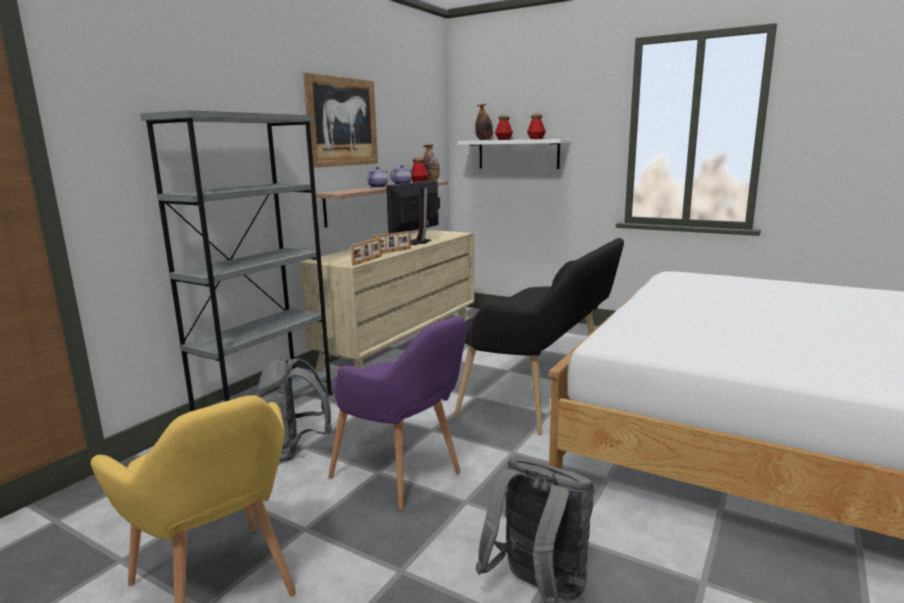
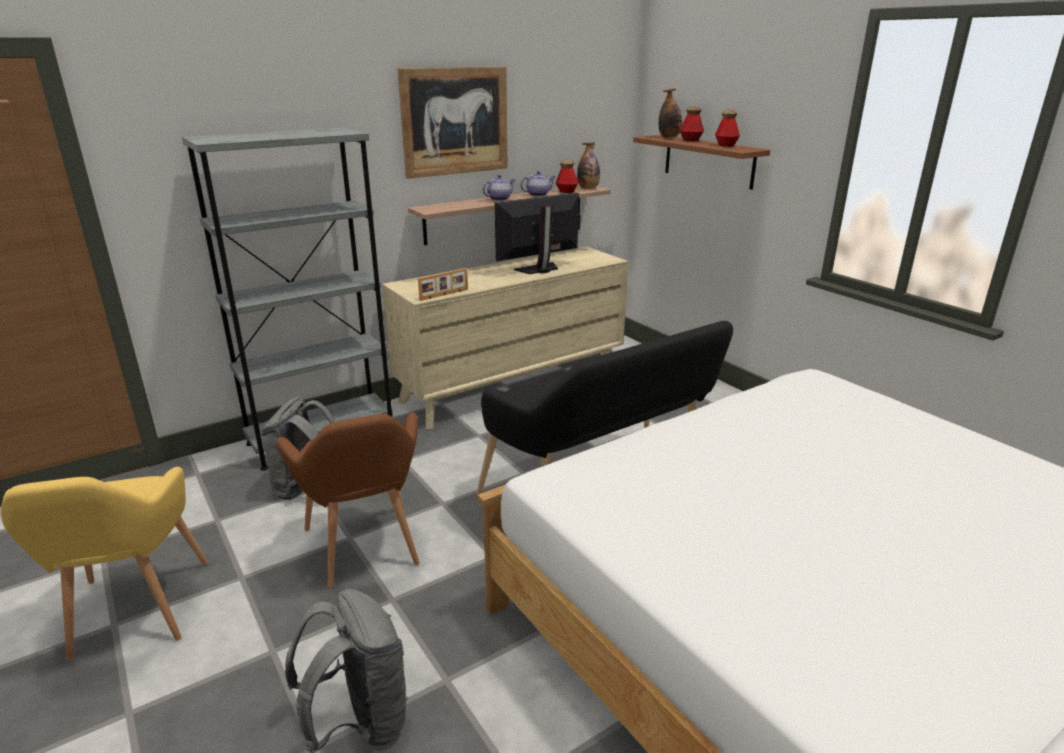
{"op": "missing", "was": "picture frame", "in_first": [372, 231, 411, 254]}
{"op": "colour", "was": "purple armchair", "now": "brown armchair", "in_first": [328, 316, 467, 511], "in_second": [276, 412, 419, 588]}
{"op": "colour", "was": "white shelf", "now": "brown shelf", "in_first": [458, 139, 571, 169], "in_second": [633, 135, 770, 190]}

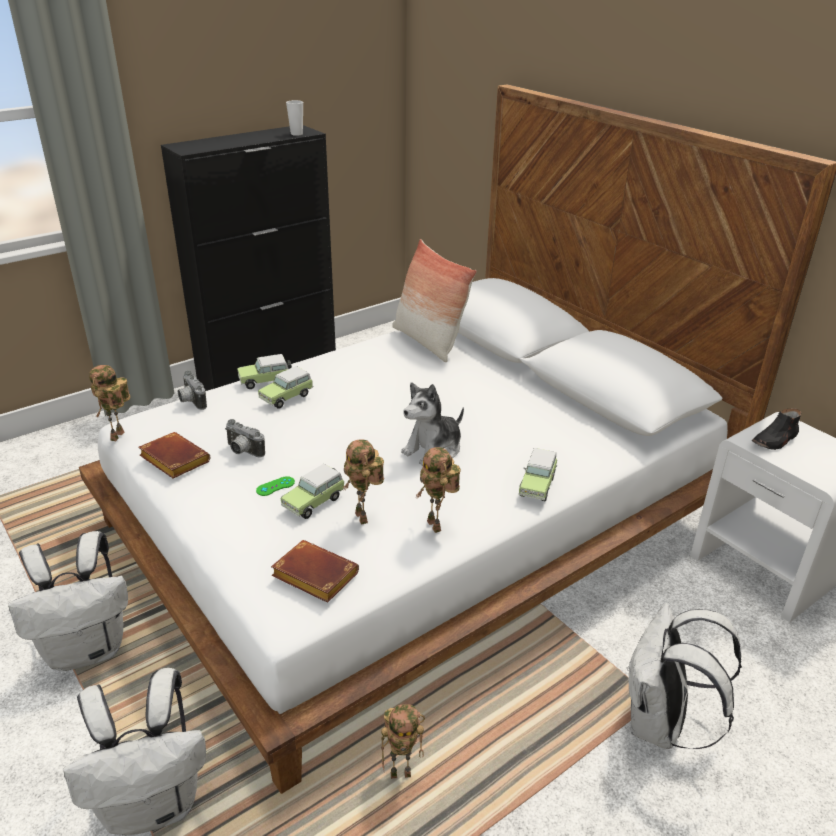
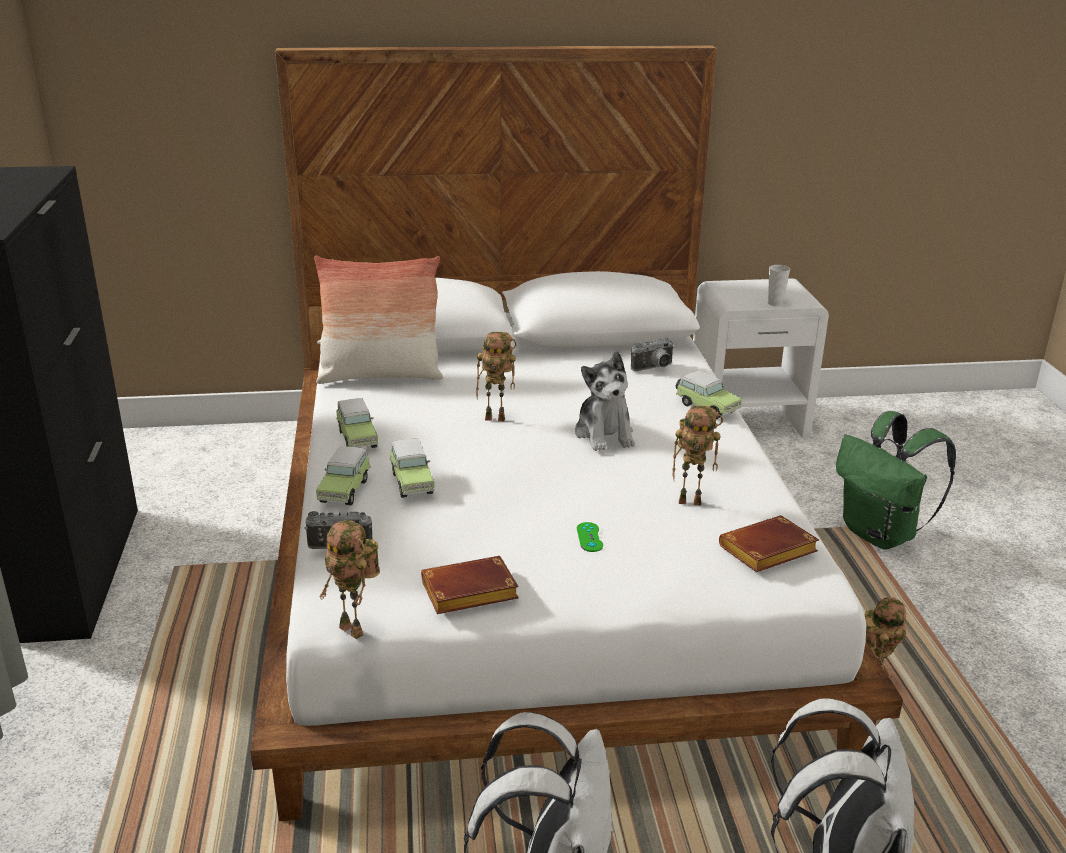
{"op": "missing", "was": "black shoe", "in_first": [752, 409, 801, 450]}
{"op": "relocated", "was": "photo camera", "in_first": [225, 419, 265, 458], "in_second": [631, 338, 674, 371]}
{"op": "relocated", "was": "toy car", "in_first": [280, 464, 345, 519], "in_second": [336, 398, 378, 448]}
{"op": "relocated", "was": "cup", "in_first": [286, 100, 303, 136], "in_second": [768, 265, 790, 306]}
{"op": "relocated", "was": "toy robot", "in_first": [416, 447, 461, 533], "in_second": [476, 332, 517, 421]}
{"op": "colour", "was": "white backpack", "now": "green backpack", "in_first": [627, 603, 742, 749], "in_second": [836, 411, 956, 549]}

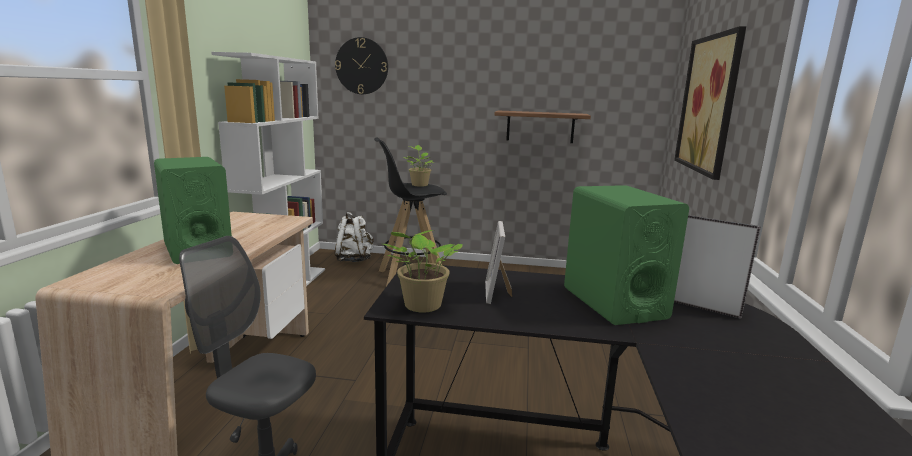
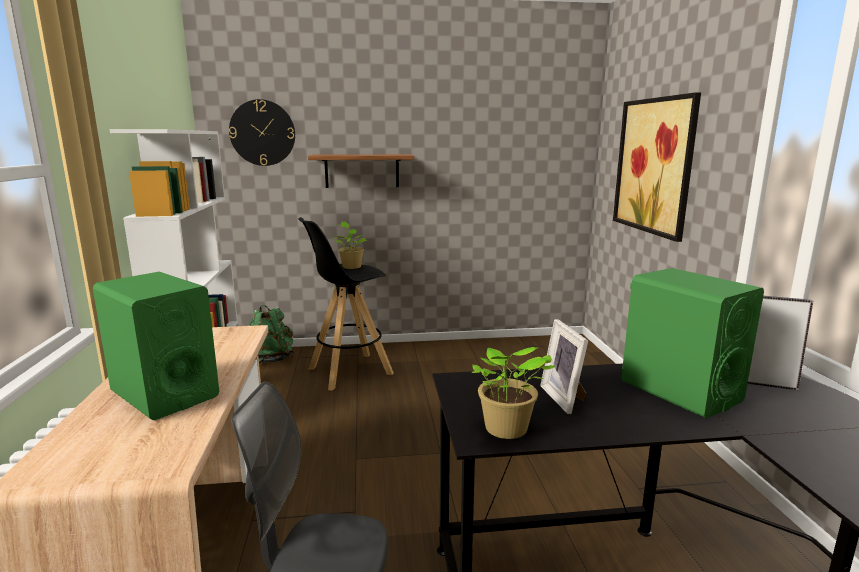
{"op": "relocated", "was": "shelf", "in_first": [494, 110, 591, 143], "in_second": [308, 154, 414, 188]}
{"op": "colour", "was": "white backpack", "now": "green backpack", "in_first": [334, 212, 374, 262], "in_second": [250, 305, 294, 363]}

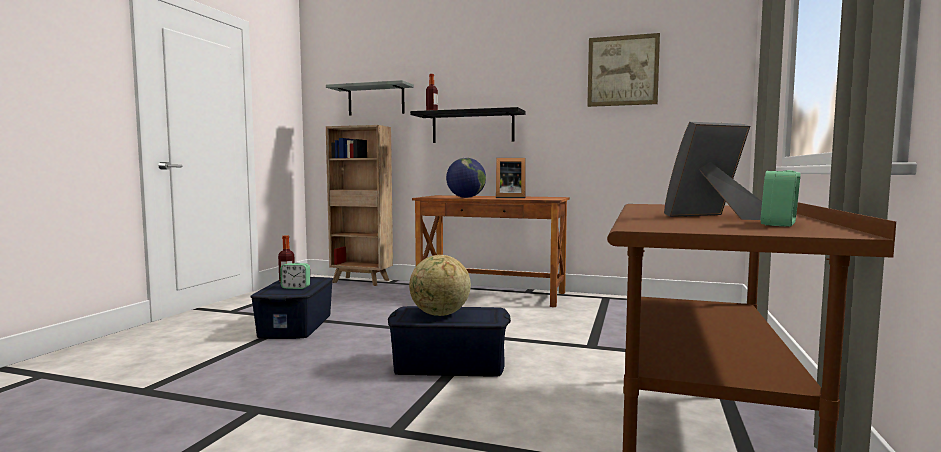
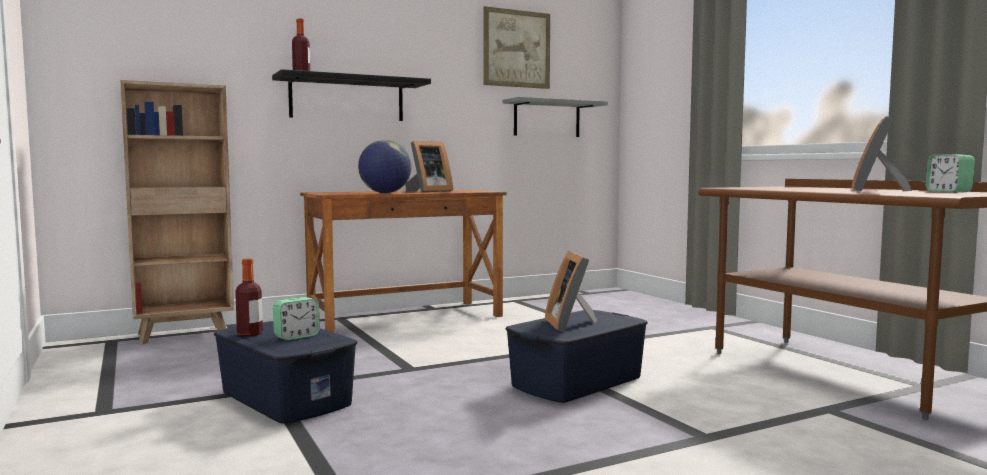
{"op": "relocated", "was": "grey shelf", "in_first": [326, 80, 414, 116], "in_second": [503, 97, 608, 137]}
{"op": "exchanged", "was": "globe", "now": "picture frame", "in_first": [409, 255, 471, 316], "in_second": [545, 251, 597, 332]}

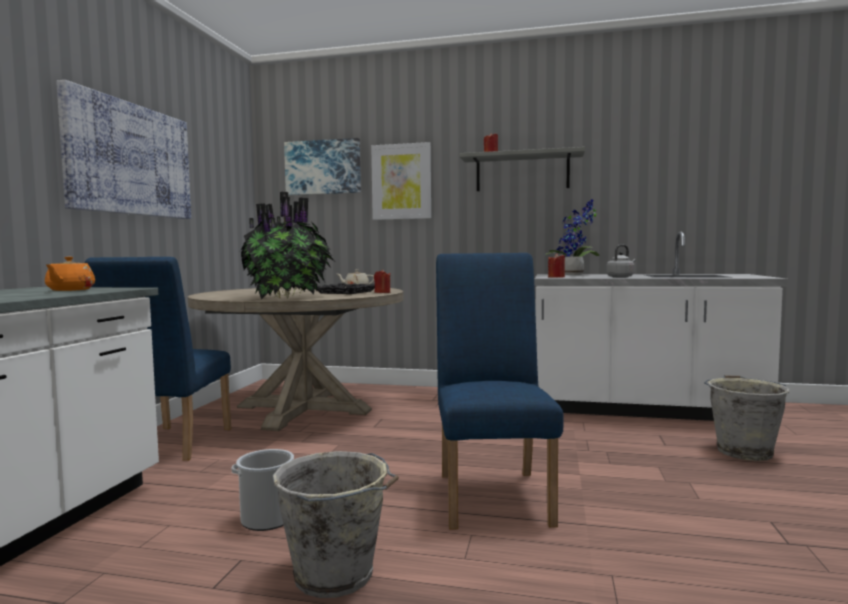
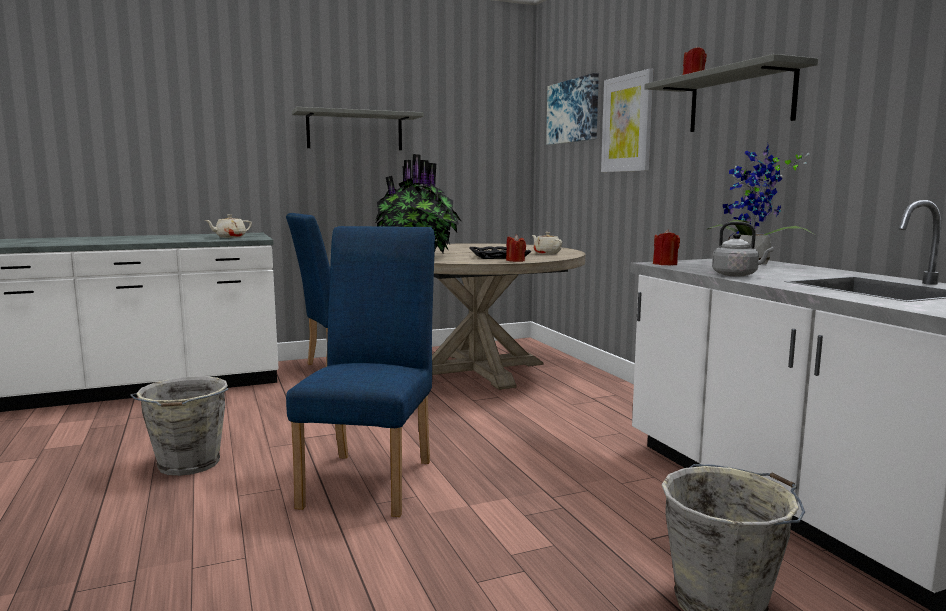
{"op": "missing", "was": "bucket", "in_first": [232, 449, 294, 531]}
{"op": "exchanged", "was": "picture", "now": "grey shelf", "in_first": [56, 80, 191, 219], "in_second": [292, 107, 424, 150]}
{"op": "colour", "was": "orange teapot", "now": "beige teapot", "in_first": [45, 257, 95, 291], "in_second": [205, 214, 252, 238]}
{"op": "spun", "was": "blue chair", "in_first": [436, 253, 564, 530], "in_second": [286, 226, 435, 517], "clockwise": -45}

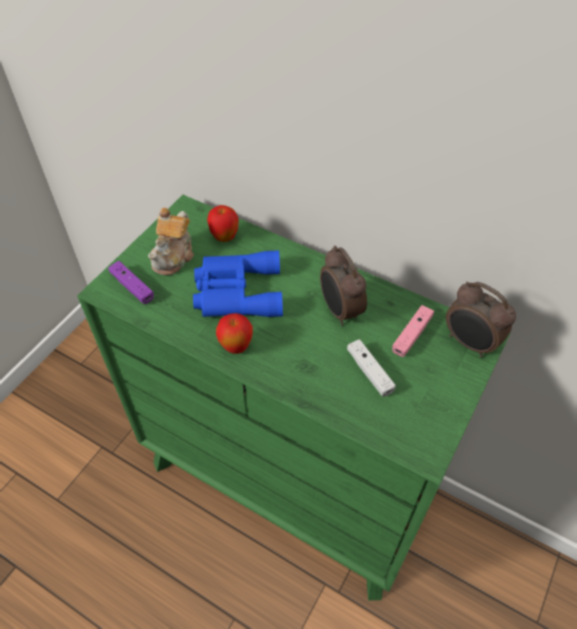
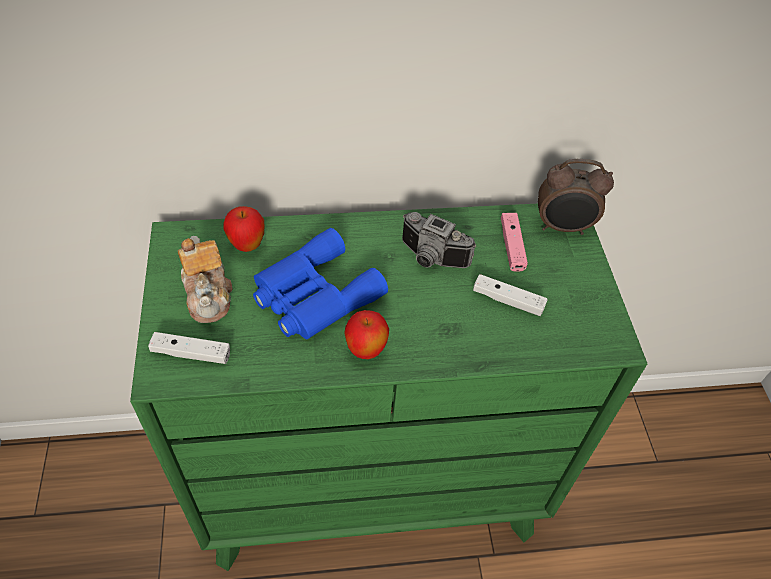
{"op": "exchanged", "was": "alarm clock", "now": "photo camera", "in_first": [320, 246, 367, 326], "in_second": [402, 212, 476, 268]}
{"op": "colour", "was": "purple game controller", "now": "white game controller", "in_first": [108, 261, 154, 304], "in_second": [148, 332, 230, 364]}

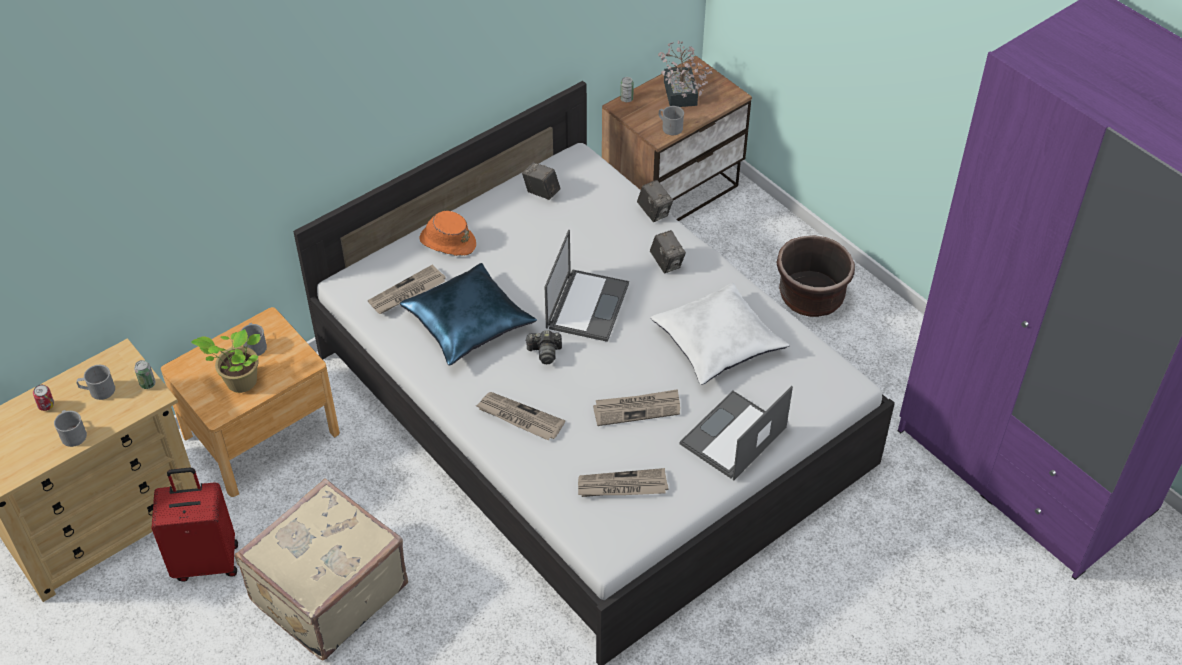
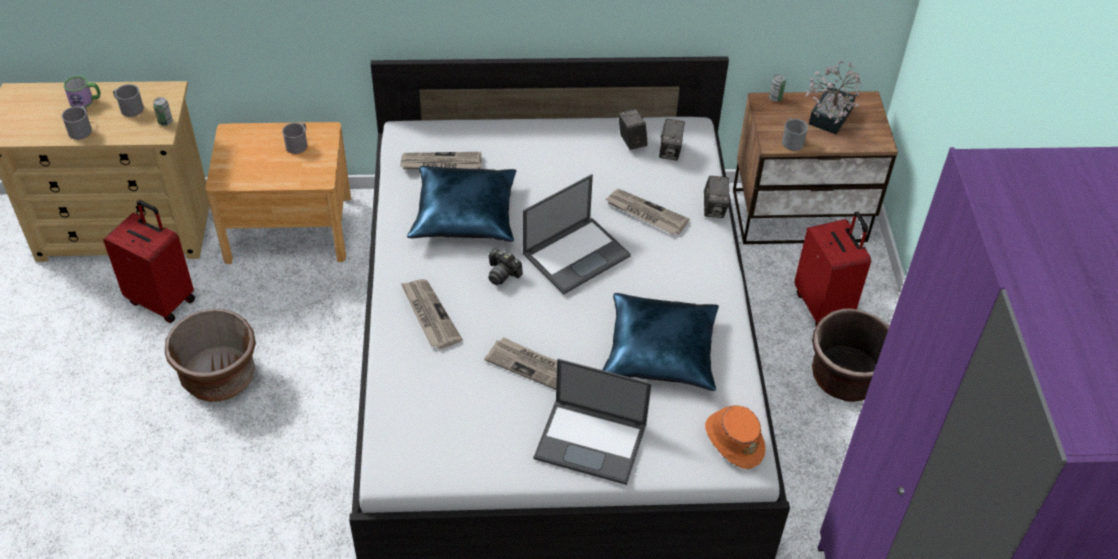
{"op": "missing", "was": "potted plant", "in_first": [191, 329, 260, 393]}
{"op": "appeared", "now": "red suitcase", "in_second": [795, 212, 871, 326]}
{"op": "relocated", "was": "orange hat", "in_first": [419, 211, 476, 256], "in_second": [705, 406, 765, 469]}
{"op": "relocated", "was": "newspaper", "in_first": [578, 468, 668, 497], "in_second": [605, 189, 690, 235]}
{"op": "relocated", "was": "photo camera", "in_first": [650, 230, 686, 273], "in_second": [659, 119, 685, 160]}
{"op": "exchanged", "was": "can", "now": "mug", "in_first": [33, 385, 54, 411], "in_second": [63, 76, 101, 107]}
{"op": "exchanged", "was": "beige suitcase", "now": "brown planter", "in_first": [235, 479, 408, 660], "in_second": [165, 309, 256, 402]}
{"op": "colour", "was": "white pillow", "now": "blue pillow", "in_first": [651, 283, 790, 385], "in_second": [602, 293, 719, 391]}
{"op": "spun", "was": "laptop", "in_first": [680, 386, 793, 480], "in_second": [534, 359, 652, 485], "clockwise": -150}

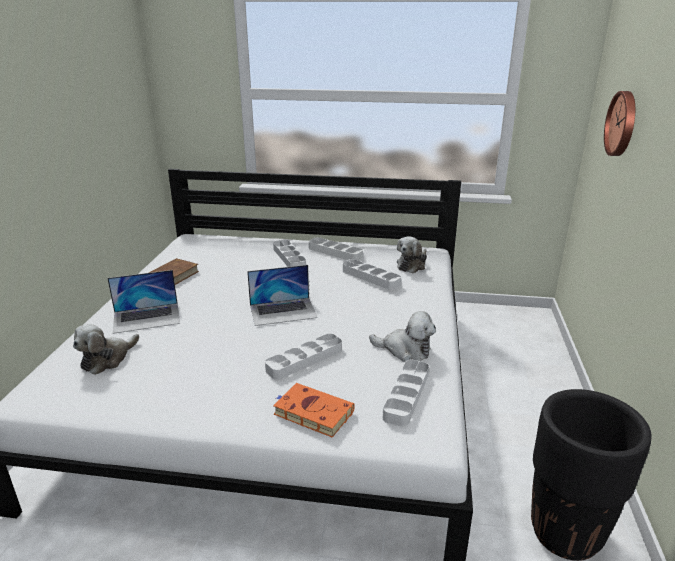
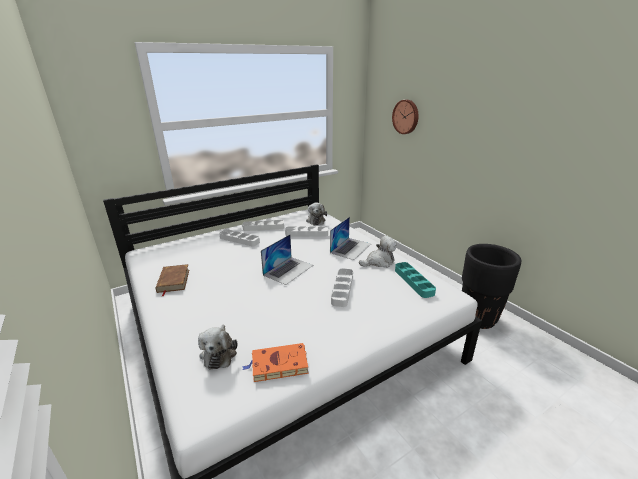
{"op": "relocated", "was": "laptop", "in_first": [107, 270, 180, 334], "in_second": [330, 217, 371, 260]}
{"op": "relocated", "was": "orange book", "in_first": [273, 383, 355, 438], "in_second": [242, 343, 309, 382]}
{"op": "colour", "was": "white tray", "now": "turquoise tray", "in_first": [383, 360, 429, 427], "in_second": [395, 262, 436, 298]}

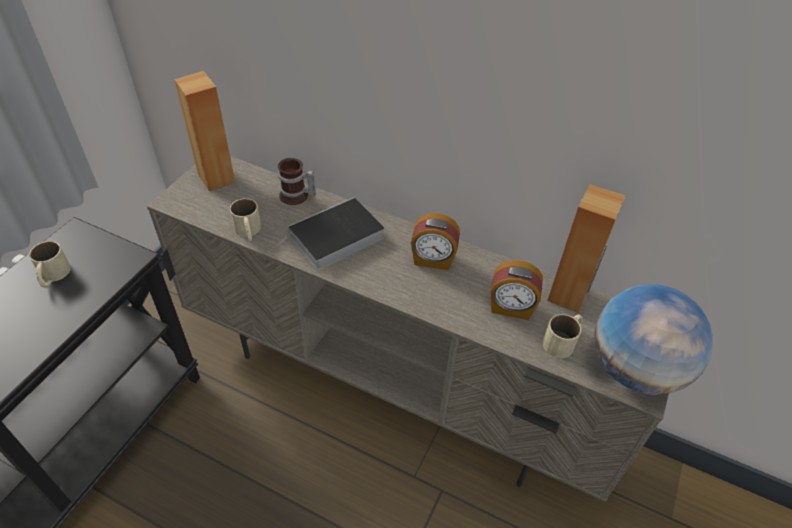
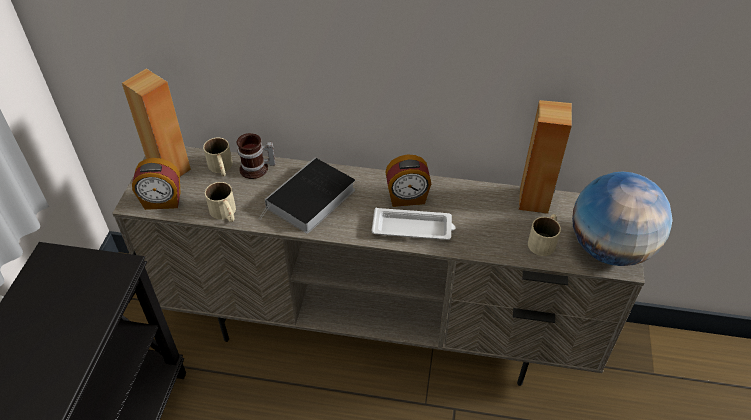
{"op": "appeared", "now": "white tray", "in_second": [372, 207, 455, 240]}
{"op": "relocated", "was": "beige mug", "in_first": [29, 241, 71, 288], "in_second": [203, 138, 233, 177]}
{"op": "relocated", "was": "alarm clock", "in_first": [490, 260, 543, 320], "in_second": [132, 158, 180, 210]}

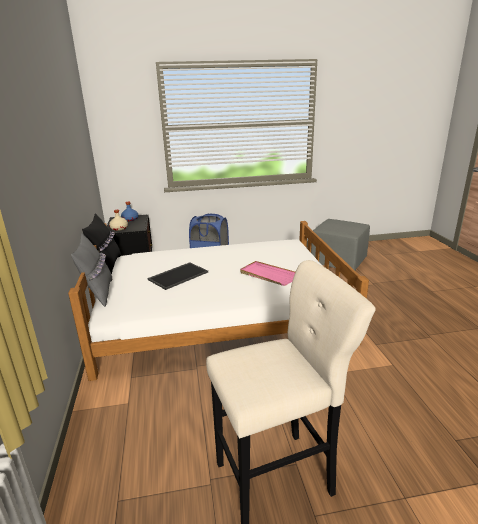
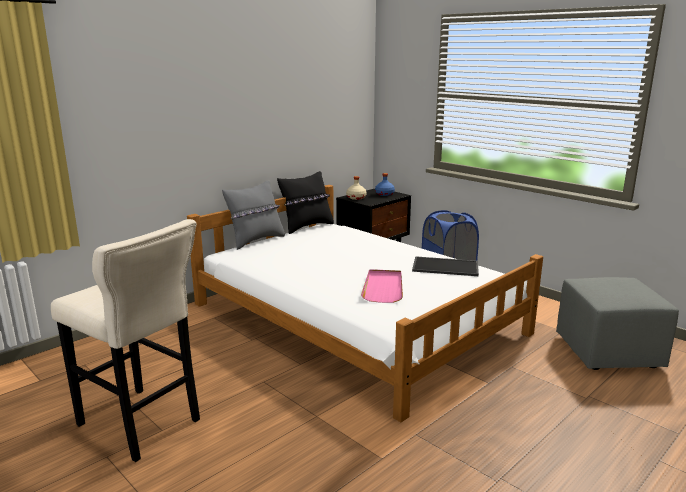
{"op": "relocated", "was": "tray", "in_first": [148, 262, 208, 290], "in_second": [412, 256, 479, 276]}

